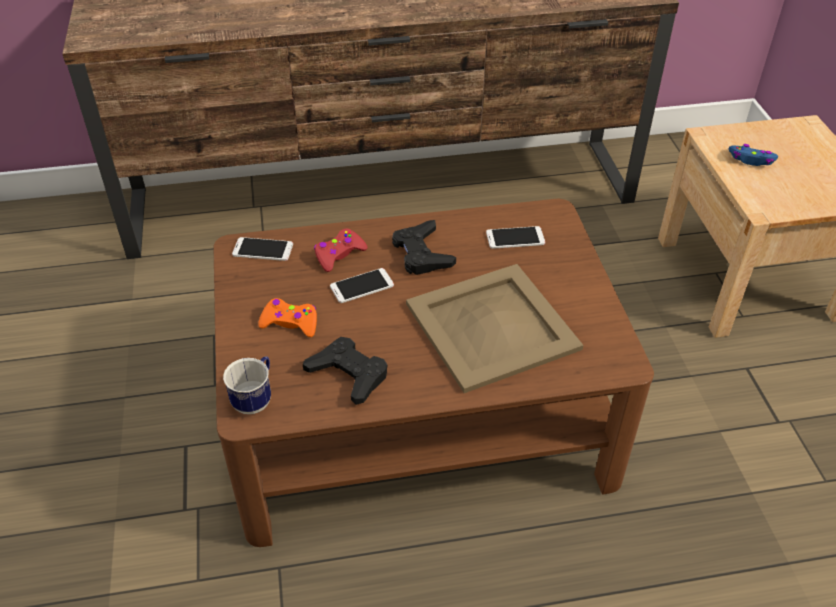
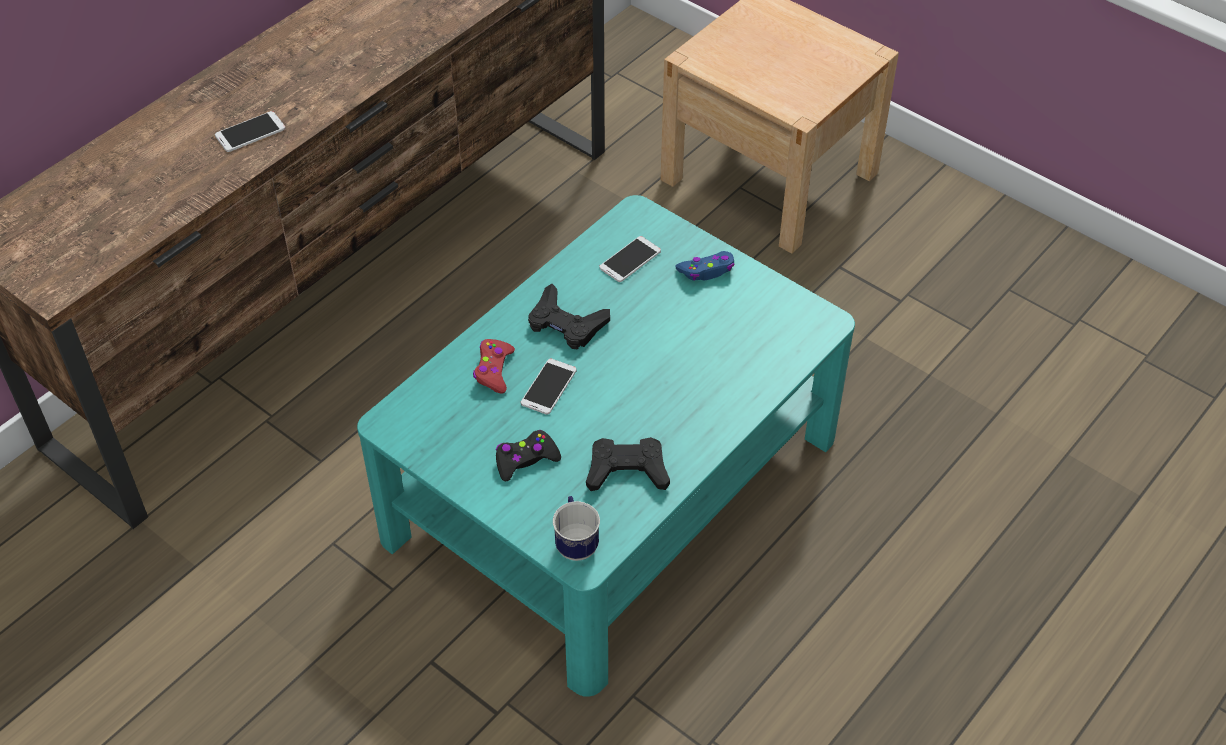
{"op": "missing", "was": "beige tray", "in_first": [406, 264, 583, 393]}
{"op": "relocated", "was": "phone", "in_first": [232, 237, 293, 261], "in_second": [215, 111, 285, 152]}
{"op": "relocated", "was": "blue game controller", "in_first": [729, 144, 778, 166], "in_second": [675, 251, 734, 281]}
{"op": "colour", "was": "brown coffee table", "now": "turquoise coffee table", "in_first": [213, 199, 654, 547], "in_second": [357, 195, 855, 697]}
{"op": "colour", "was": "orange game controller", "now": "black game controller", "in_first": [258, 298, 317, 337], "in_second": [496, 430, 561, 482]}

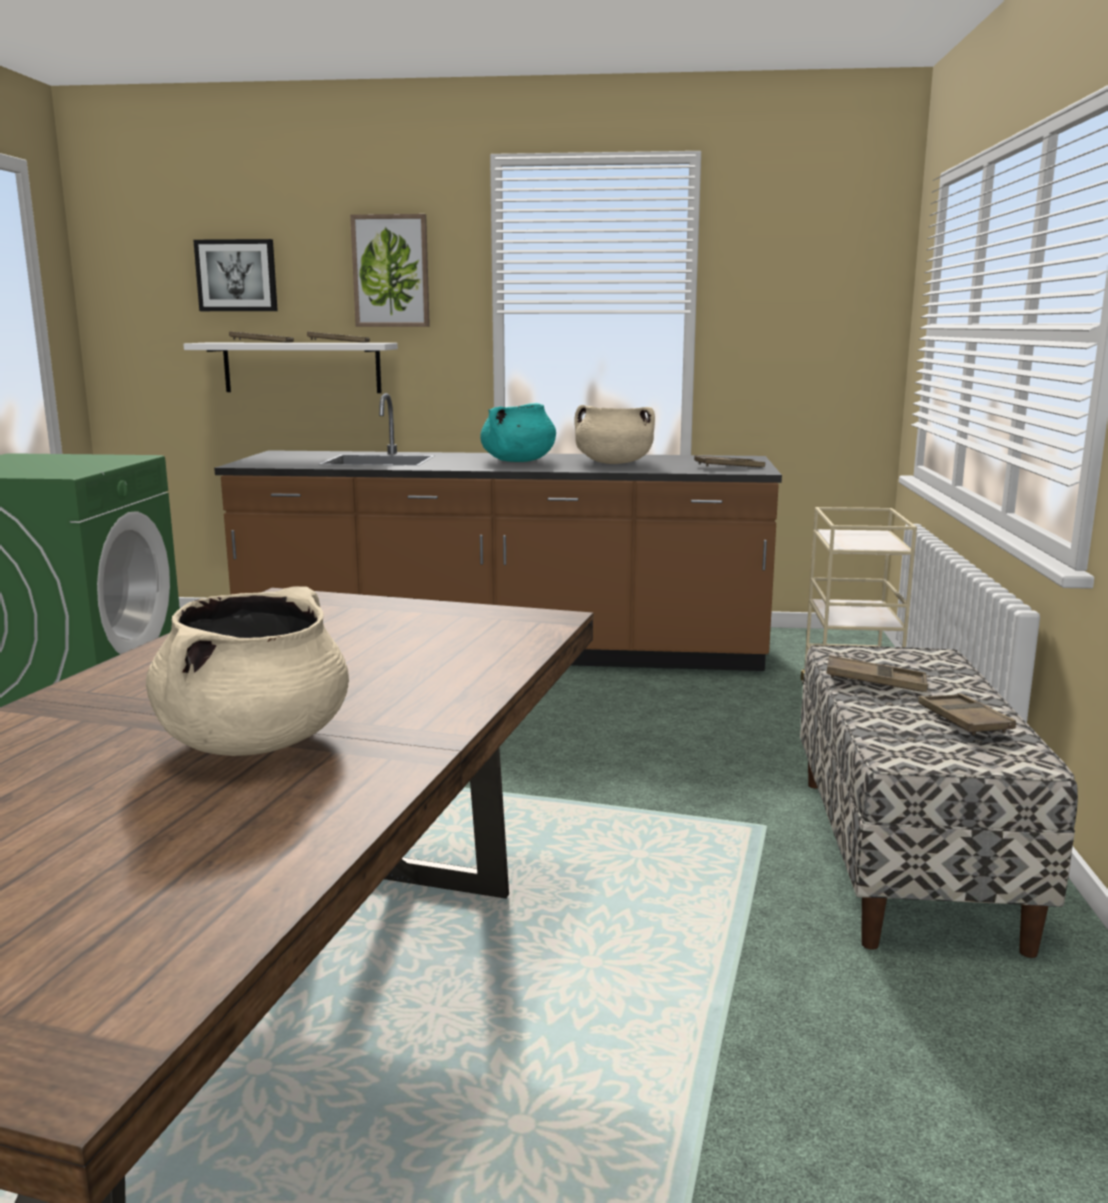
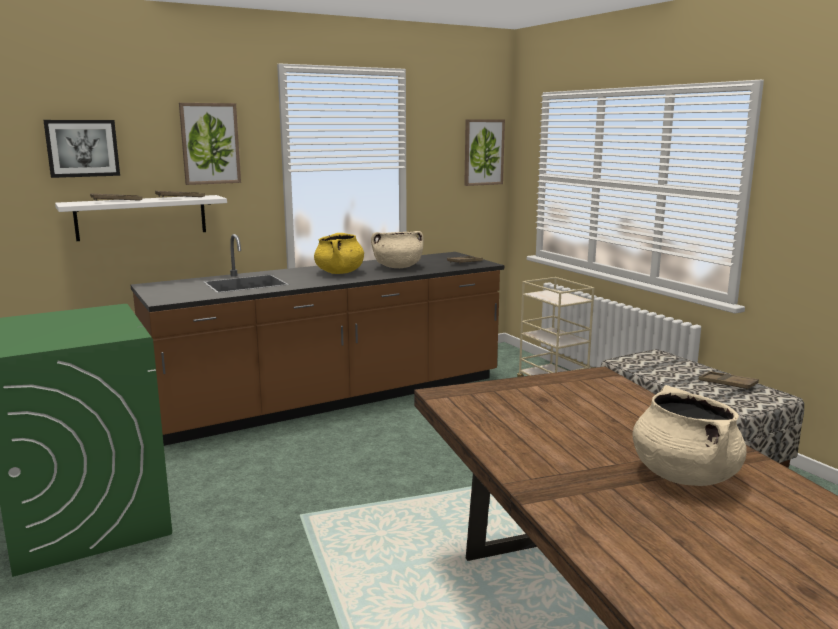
{"op": "missing", "was": "brown tray", "in_first": [827, 655, 928, 692]}
{"op": "appeared", "now": "picture", "in_second": [464, 119, 505, 186]}
{"op": "colour", "was": "turquoise cooking pot", "now": "yellow cooking pot", "in_first": [480, 403, 556, 462], "in_second": [314, 233, 364, 274]}

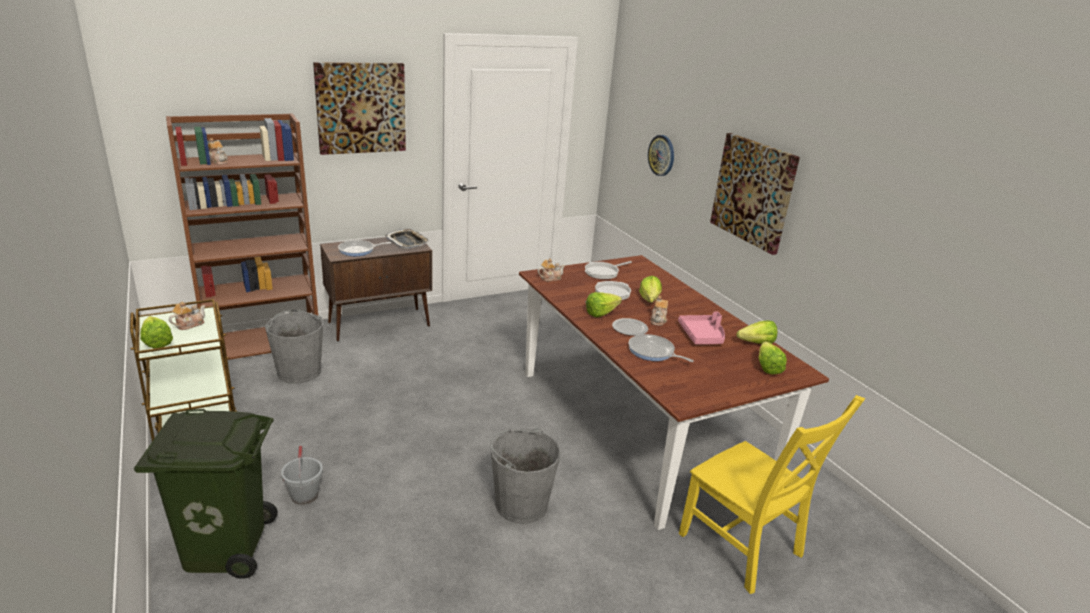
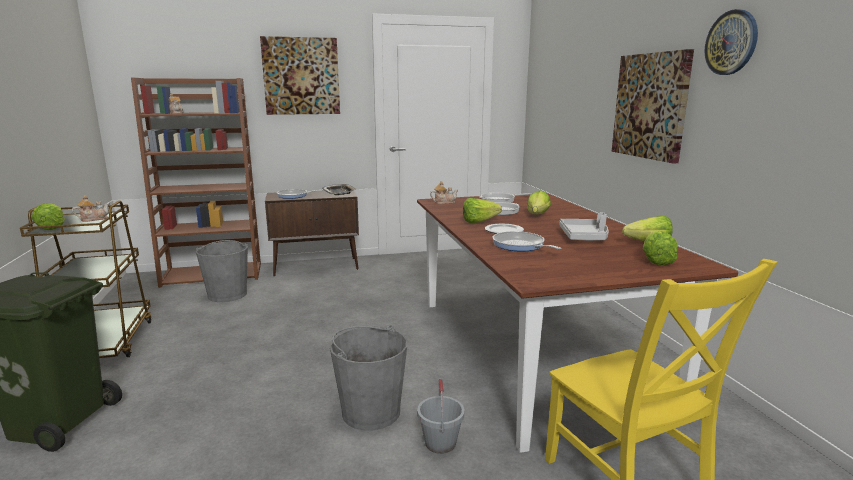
{"op": "missing", "was": "teapot", "in_first": [651, 296, 668, 326]}
{"op": "relocated", "was": "grey bucket", "in_first": [281, 445, 323, 505], "in_second": [417, 378, 464, 454]}
{"op": "relocated", "was": "wall clock", "in_first": [648, 135, 674, 176], "in_second": [705, 9, 758, 75]}
{"op": "colour", "was": "pink tray", "now": "grey tray", "in_first": [678, 312, 725, 344], "in_second": [559, 212, 609, 241]}

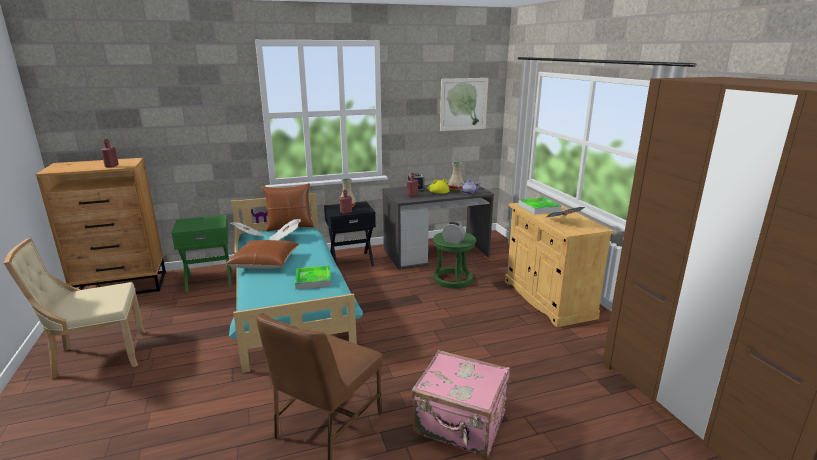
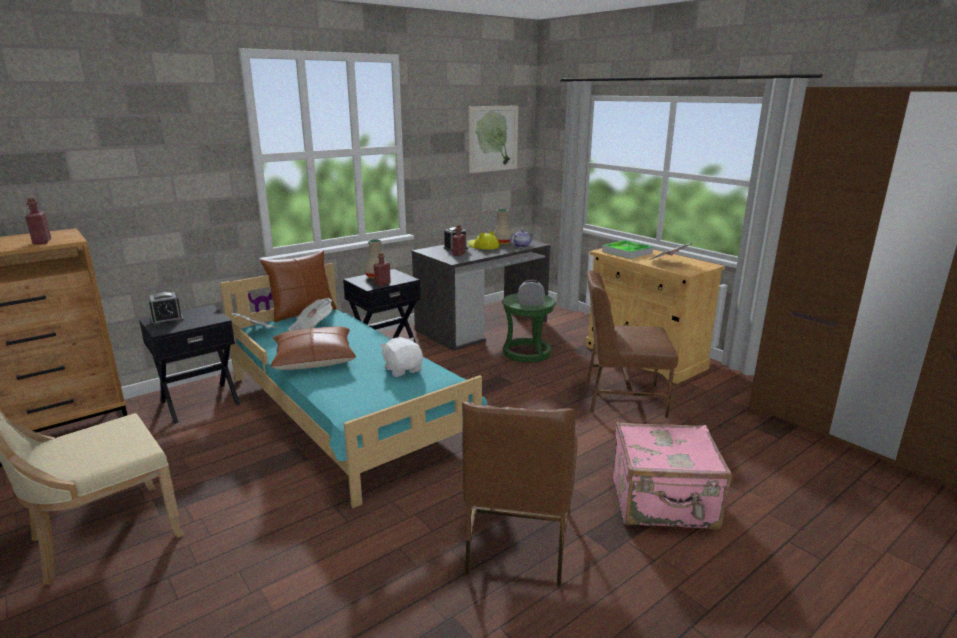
{"op": "appeared", "now": "alarm clock", "in_second": [148, 292, 183, 326]}
{"op": "appeared", "now": "brown chair", "in_second": [586, 270, 678, 418]}
{"op": "exchanged", "was": "tray", "now": "white plush toy", "in_first": [295, 266, 331, 289], "in_second": [380, 337, 423, 377]}
{"op": "colour", "was": "green nightstand", "now": "black nightstand", "in_first": [172, 215, 232, 292], "in_second": [139, 305, 240, 424]}

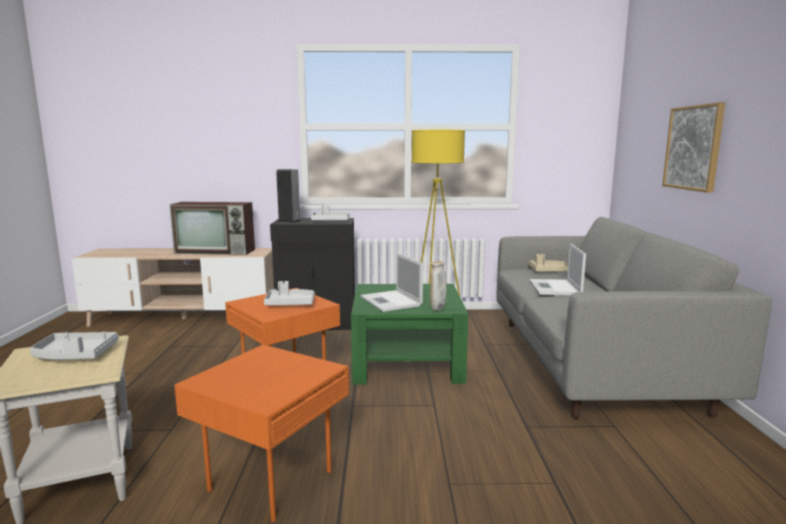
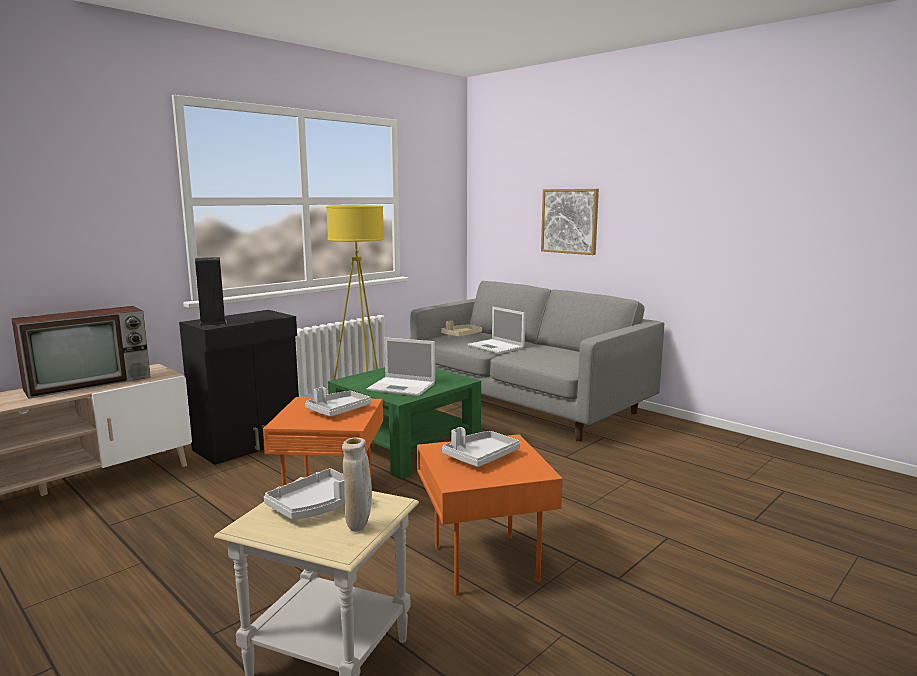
{"op": "relocated", "was": "grey tray", "in_first": [311, 205, 349, 222], "in_second": [442, 427, 520, 467]}
{"op": "relocated", "was": "beige vase", "in_first": [430, 261, 447, 310], "in_second": [342, 438, 372, 532]}

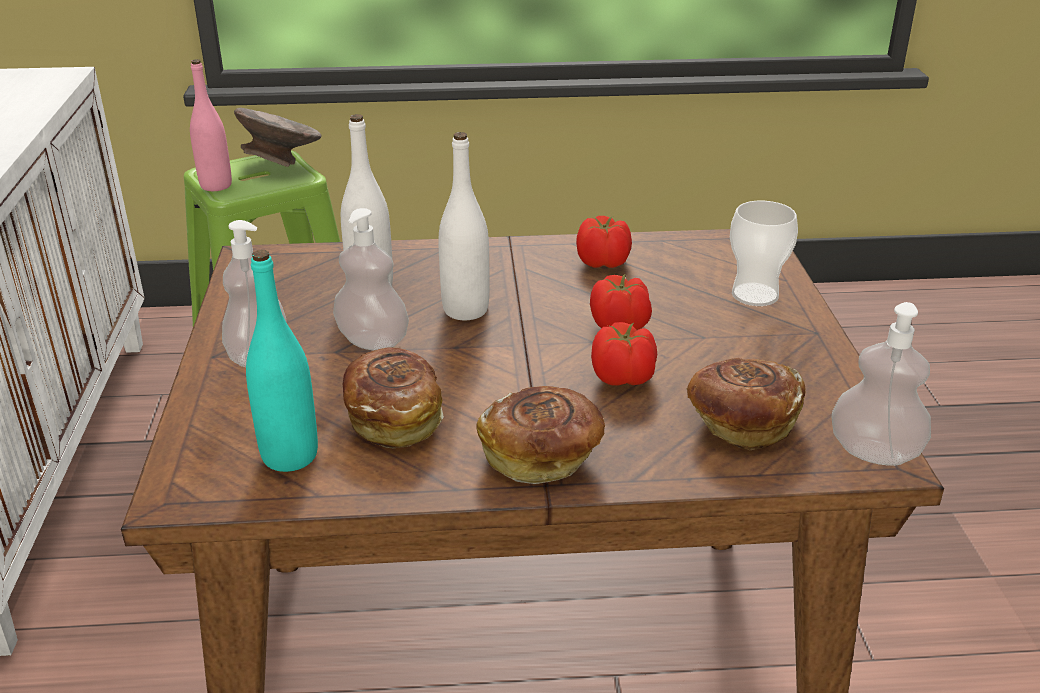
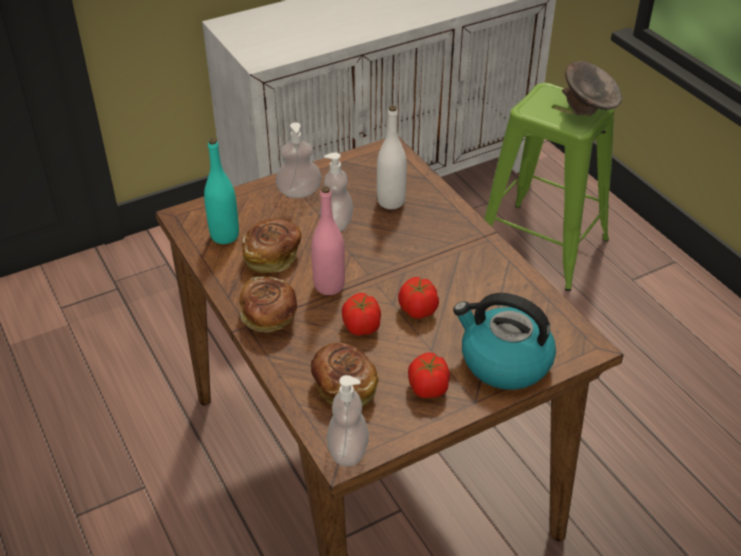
{"op": "missing", "was": "white bottle", "in_first": [438, 132, 489, 320]}
{"op": "relocated", "was": "pink bottle", "in_first": [190, 59, 232, 191], "in_second": [311, 186, 345, 295]}
{"op": "relocated", "was": "tomato", "in_first": [576, 216, 632, 268], "in_second": [408, 352, 450, 398]}
{"op": "exchanged", "was": "cup", "now": "kettle", "in_first": [730, 201, 798, 306], "in_second": [453, 293, 556, 390]}

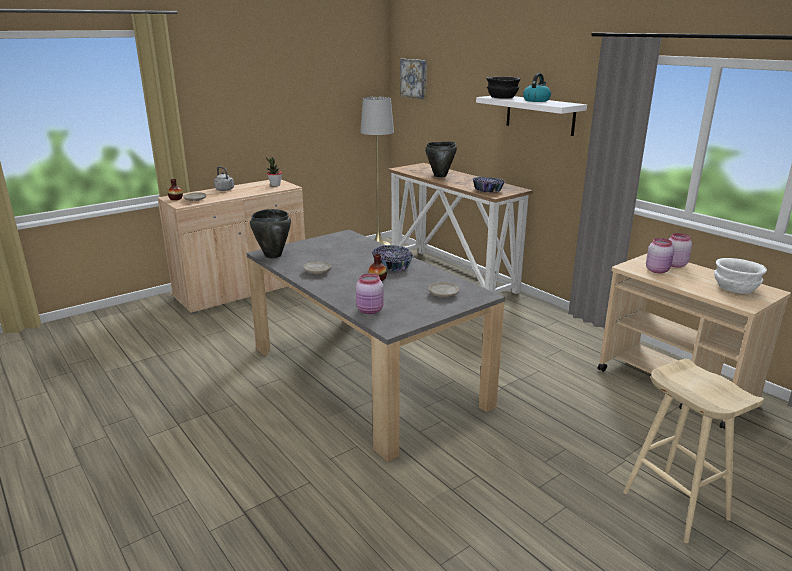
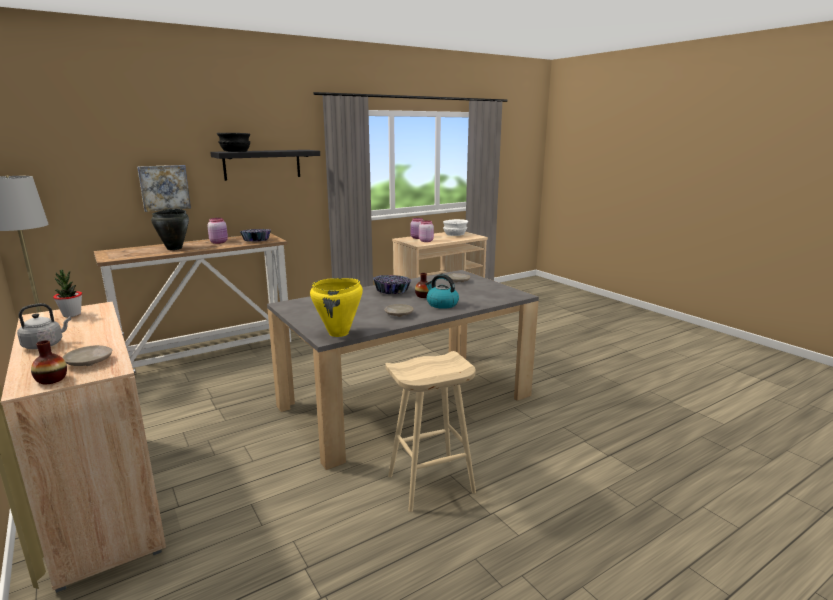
{"op": "relocated", "was": "pink jar", "in_first": [356, 273, 384, 314], "in_second": [207, 218, 228, 244]}
{"op": "relocated", "was": "picture", "in_first": [400, 59, 427, 99], "in_second": [137, 165, 191, 212]}
{"op": "relocated", "was": "kettle", "in_first": [523, 73, 551, 102], "in_second": [425, 274, 459, 309]}
{"op": "relocated", "was": "beige stool", "in_first": [623, 359, 764, 543], "in_second": [385, 351, 476, 512]}
{"op": "colour", "was": "black cooking pot", "now": "yellow cooking pot", "in_first": [250, 209, 291, 258], "in_second": [310, 278, 363, 337]}
{"op": "colour", "was": "white shelf", "now": "black shelf", "in_first": [476, 96, 587, 136], "in_second": [210, 150, 320, 181]}

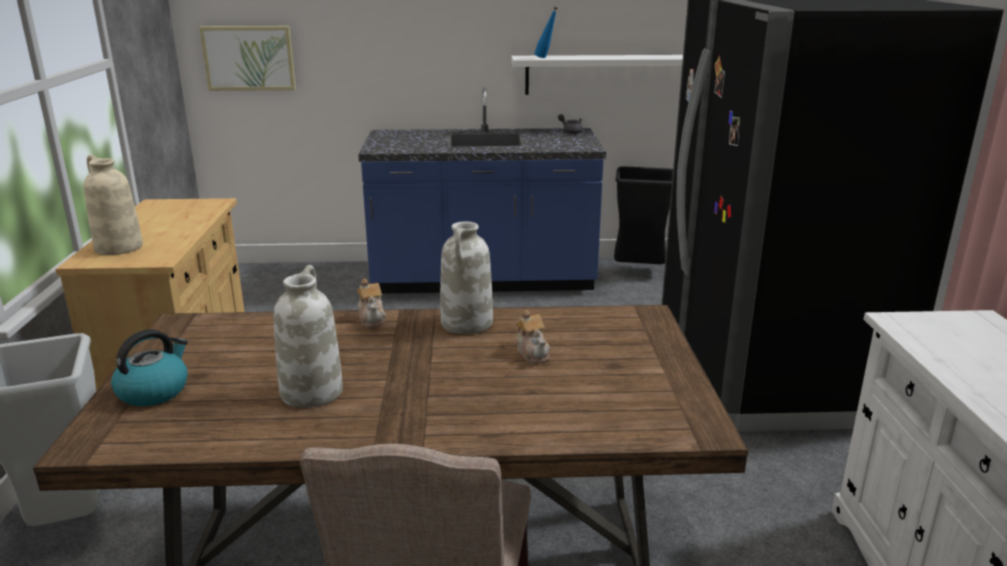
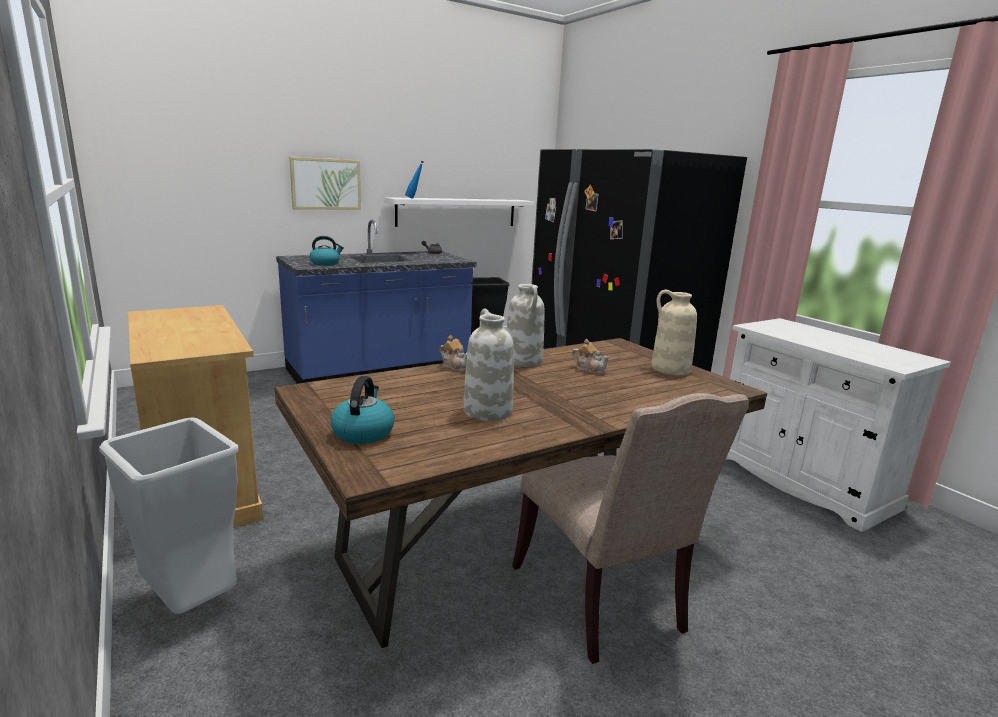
{"op": "appeared", "now": "kettle", "in_second": [310, 236, 344, 265]}
{"op": "relocated", "was": "beige vase", "in_first": [84, 155, 143, 255], "in_second": [651, 290, 697, 375]}
{"op": "relocated", "was": "picture", "in_first": [199, 26, 296, 91], "in_second": [289, 157, 361, 210]}

